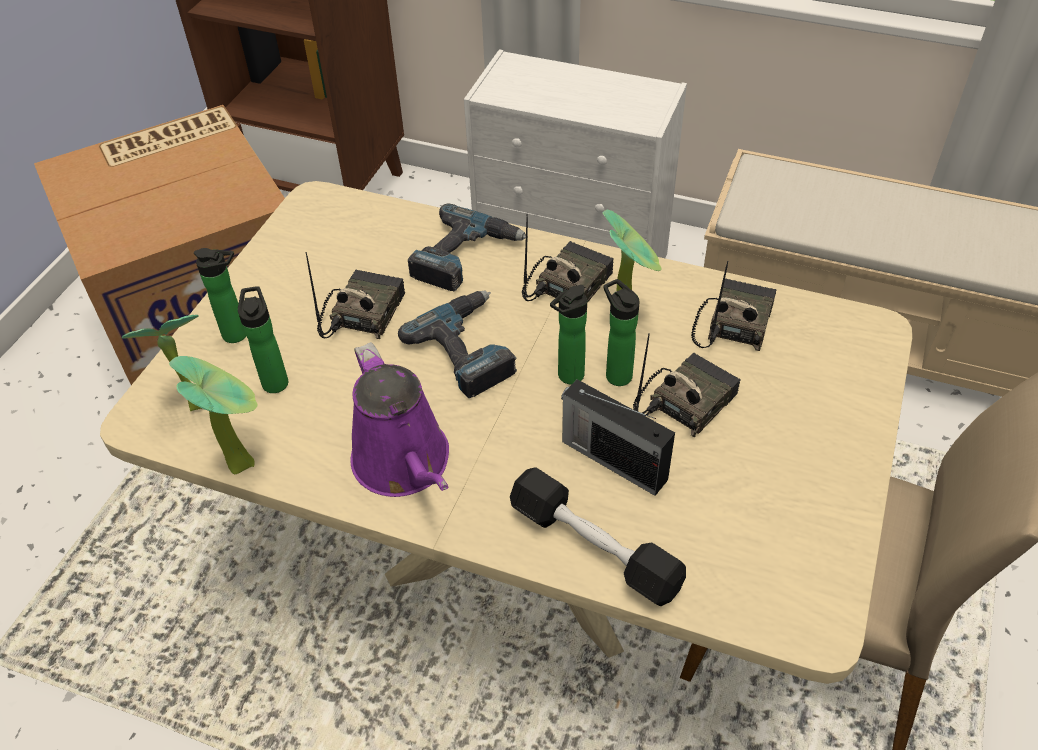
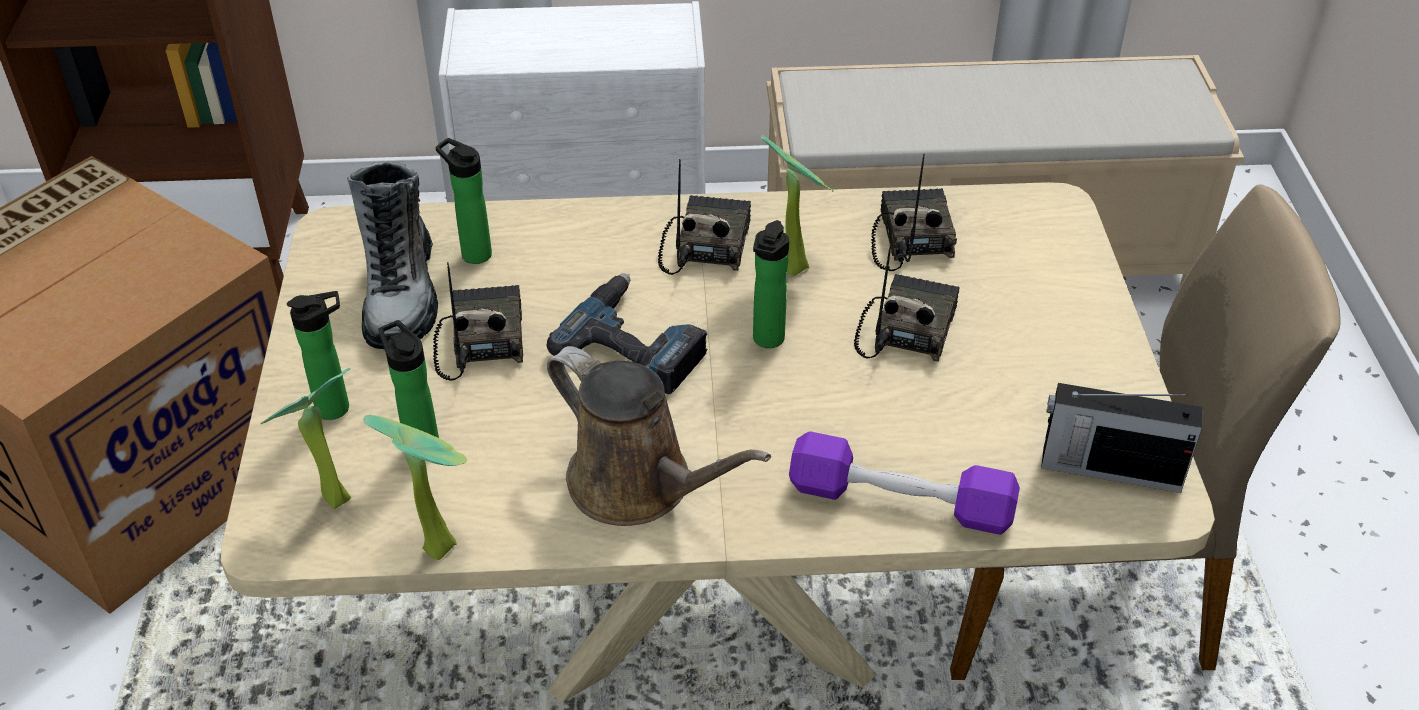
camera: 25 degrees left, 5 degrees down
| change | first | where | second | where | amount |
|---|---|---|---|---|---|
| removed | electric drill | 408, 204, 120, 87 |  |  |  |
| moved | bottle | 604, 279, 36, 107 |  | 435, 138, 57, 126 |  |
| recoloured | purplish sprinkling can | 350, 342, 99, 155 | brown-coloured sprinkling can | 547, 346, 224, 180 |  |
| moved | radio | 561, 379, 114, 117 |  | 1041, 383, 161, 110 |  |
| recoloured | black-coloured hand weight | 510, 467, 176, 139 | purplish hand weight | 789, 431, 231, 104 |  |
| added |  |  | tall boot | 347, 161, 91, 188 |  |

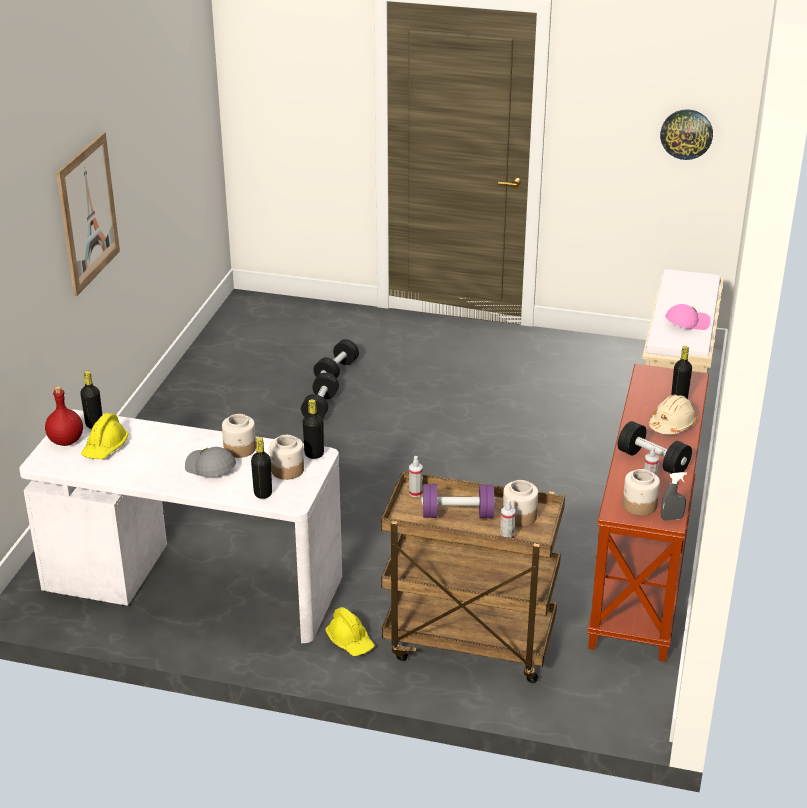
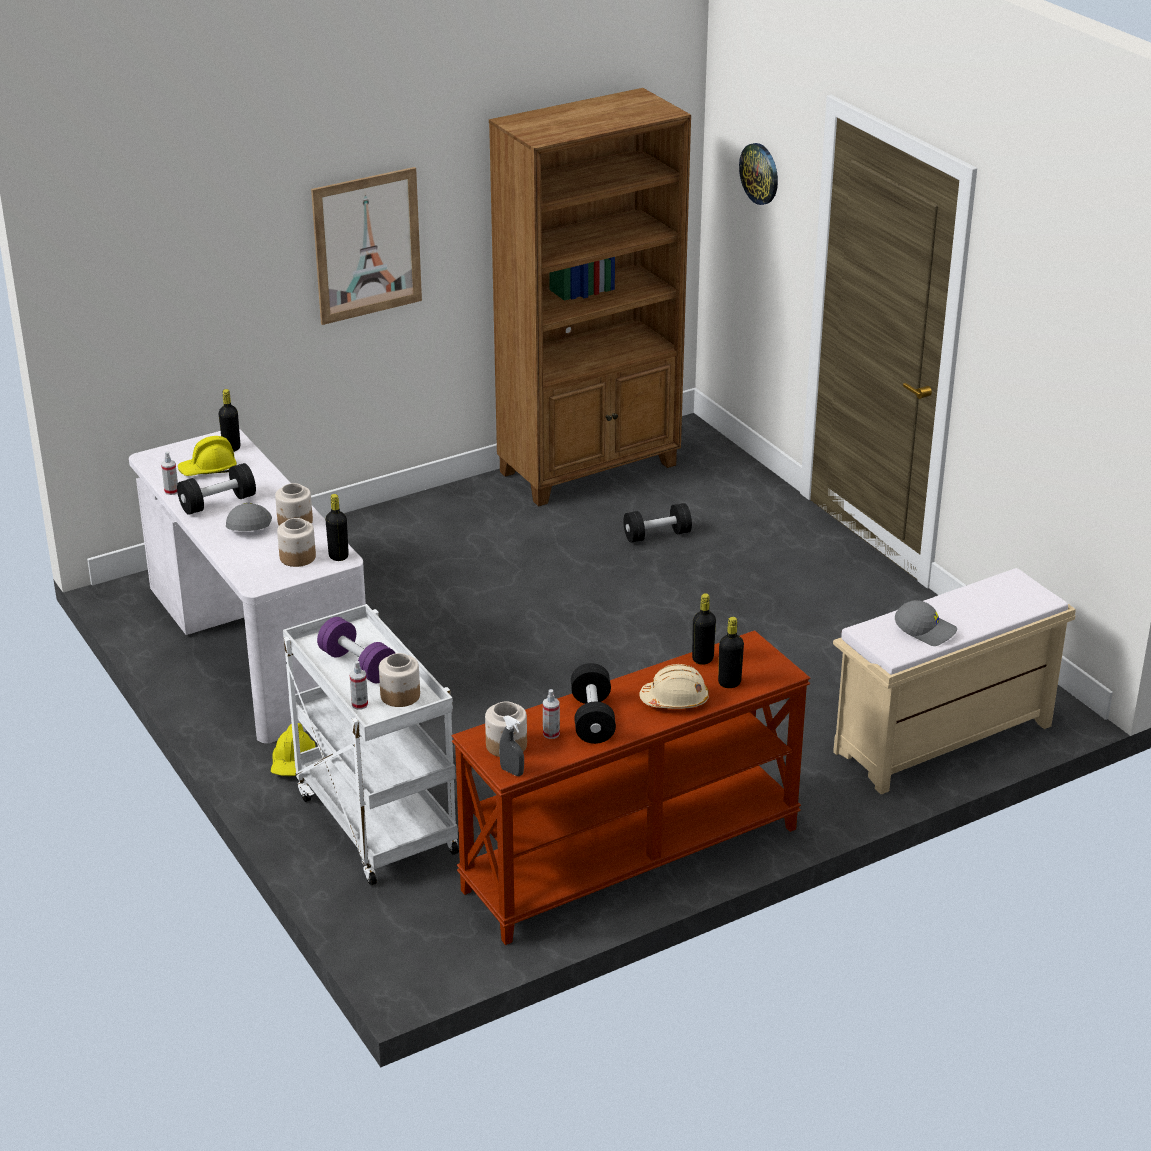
camera: 45 degrees right, 0 degrees up
| change | first | where | second | where | amount |
|---|---|---|---|---|---|
| moved | hanging clock | 660, 109, 53, 51 |  | 739, 143, 39, 62 |  |
| recoloured | pinkish baseball cap | 665, 304, 46, 26 | grey baseball cap | 895, 600, 62, 46 |  |
| moved | black-coloured hand weight | 301, 373, 38, 46 |  | 177, 463, 79, 52 |  |
| removed | reddish bottle | 45, 386, 38, 60 |  |  |  |
| moved | black-coloured bottle | 251, 437, 21, 62 |  | 692, 593, 24, 72 |  |
| moved | sprayer | 409, 456, 14, 41 |  | 161, 451, 17, 44 |  |
| recoloured | brown-coloured cart | 381, 471, 184, 212 | whitish cart | 283, 604, 176, 282 |  |
| added |  |  | brown-coloured bookshelf | 489, 88, 202, 418 |  |

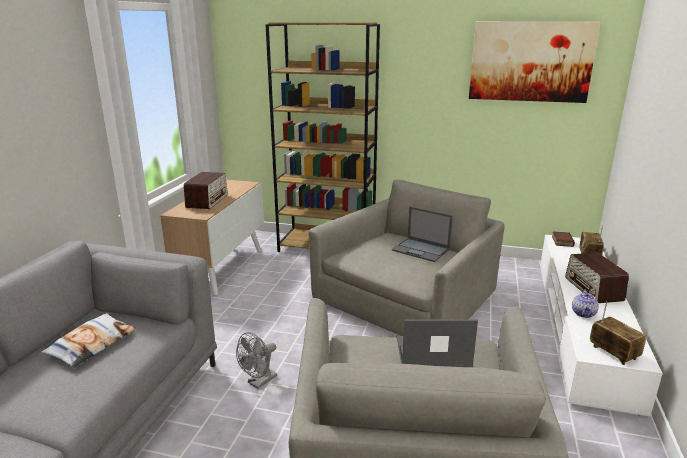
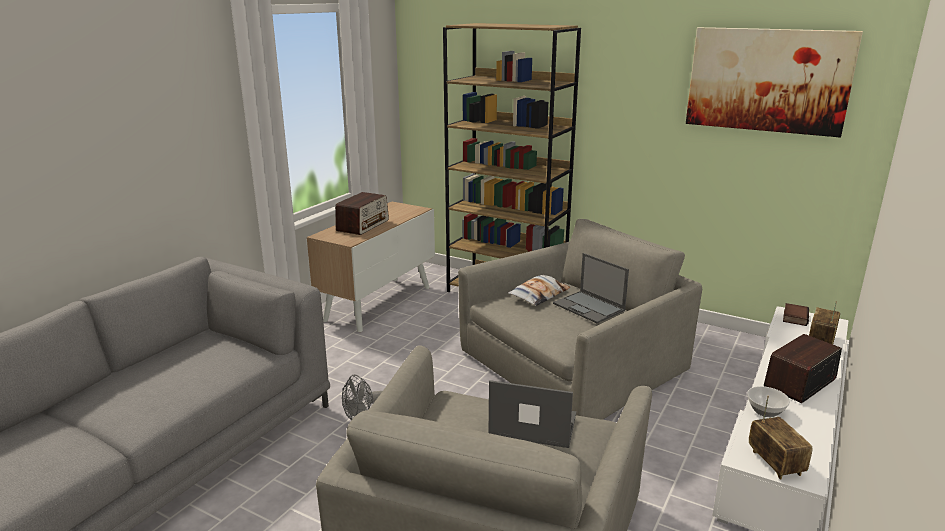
camera: 15 degrees right, 0 degrees up
| change | first | where | second | where | amount |
|---|---|---|---|---|---|
| turned | radio | 565, 253, 64, 50 |  | 764, 334, 78, 69 | 45 degrees clockwise |
| replaced | teapot | 572, 290, 27, 28 | serving bowl | 747, 386, 43, 31 |  |
| moved | throw pillow | 41, 313, 95, 55 |  | 508, 275, 62, 31 |  |

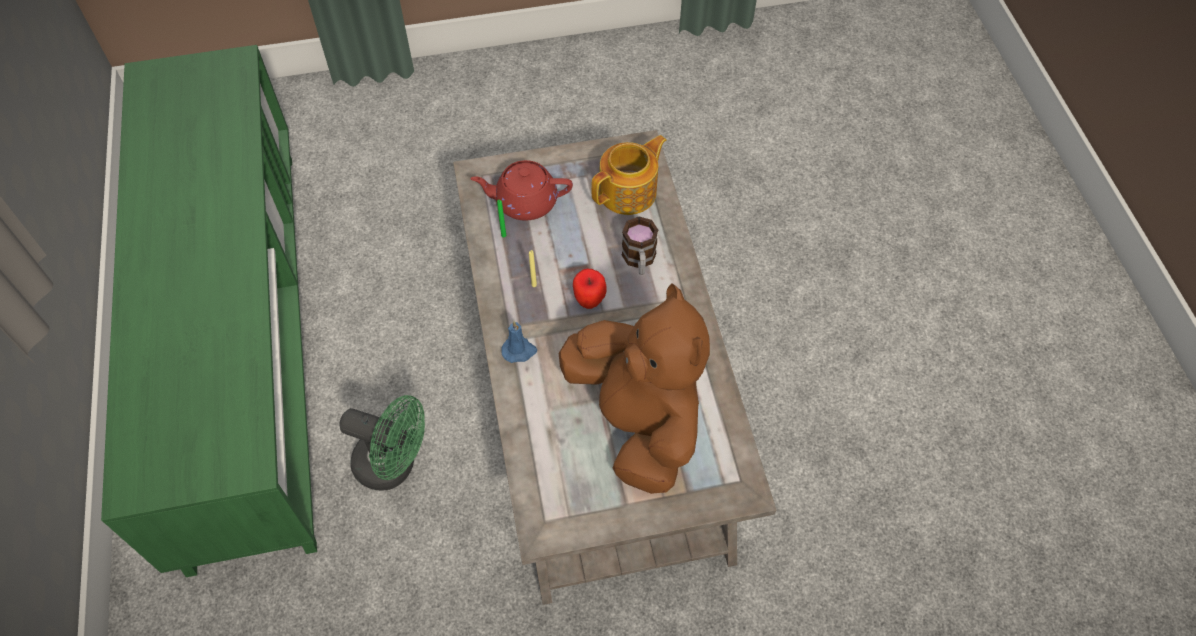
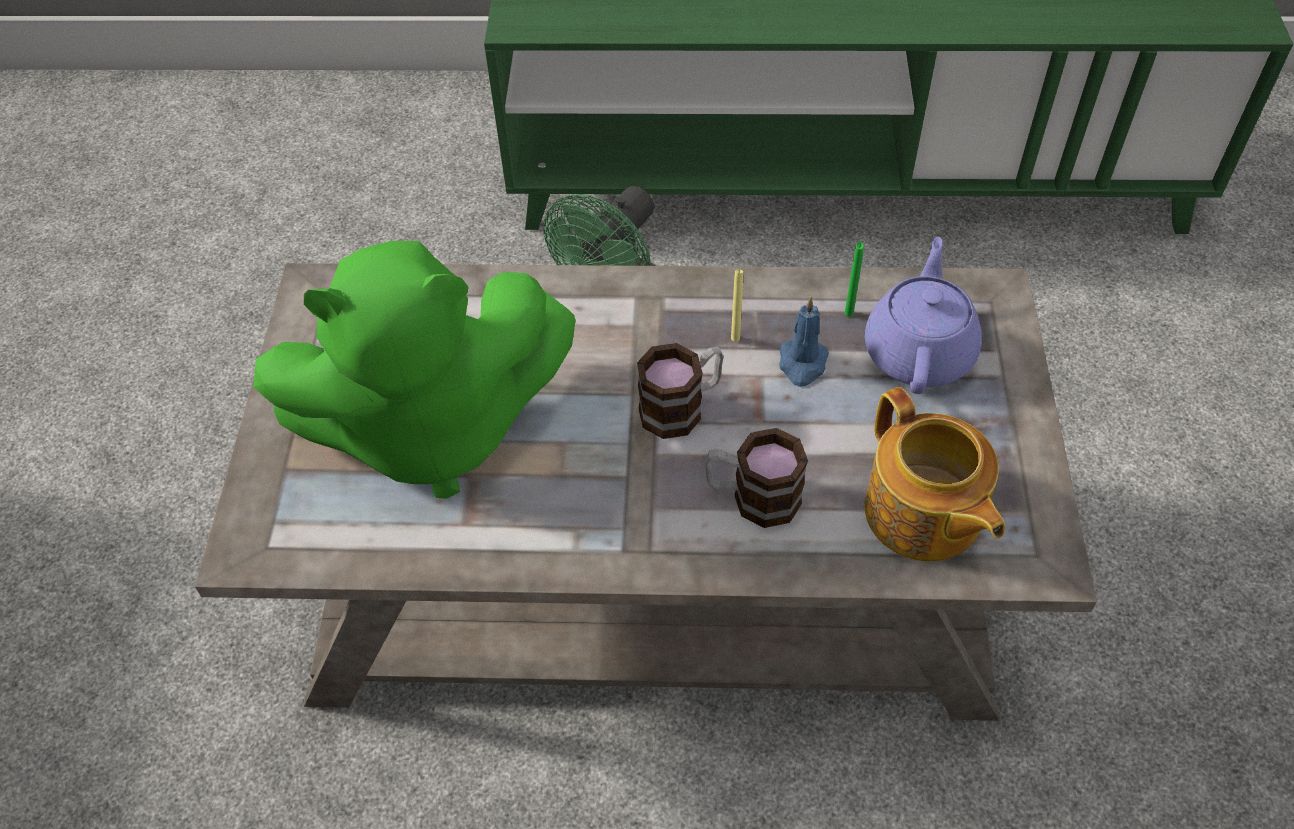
camera: 105 degrees right, 5 degrees down
| change | first | where | second | where | amount |
|---|---|---|---|---|---|
| recoloured | reddish teapot | 470, 160, 103, 61 | purplish teapot | 865, 237, 117, 157 |  |
| replaced | apple fruit | 573, 269, 34, 40 | tea mug | 637, 343, 87, 96 |  |
| recoloured | brown-coloured plush toy | 559, 283, 151, 211 | green-coloured plush toy | 254, 241, 322, 258 |  |
| moved | bluish wax light | 501, 321, 36, 42 |  | 779, 297, 50, 90 |  |

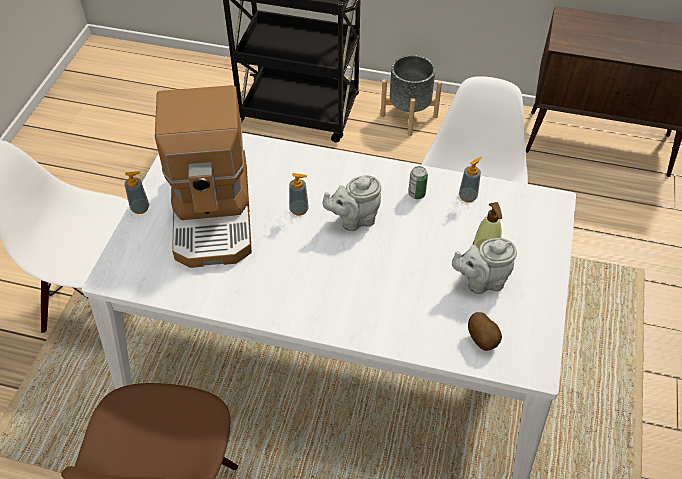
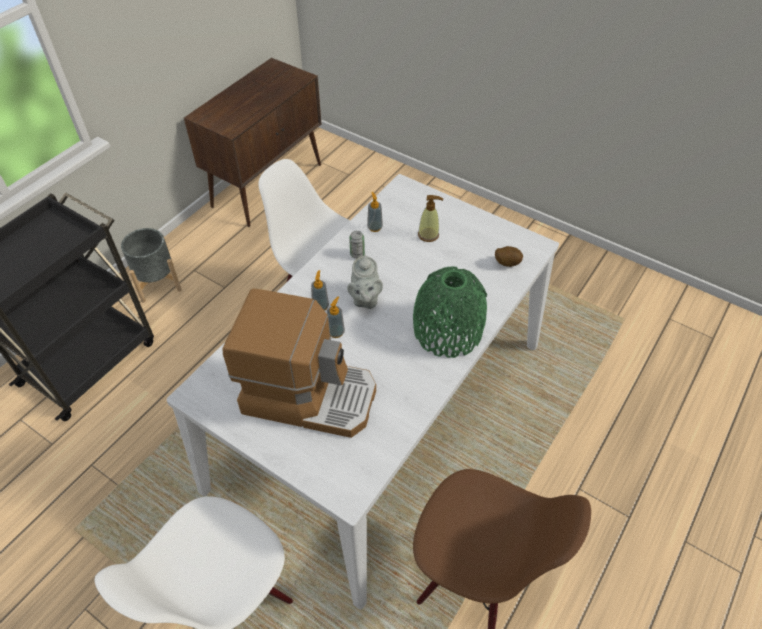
camera: 70 degrees left, 0 degrees up
| change | first | where | second | where | amount |
|---|---|---|---|---|---|
| moved | soap bottle | 124, 171, 25, 43 |  | 311, 270, 18, 41 |  |
| removed | grey teapot | 452, 238, 65, 56 |  |  |  |
| added |  |  | green-coloured flower vase | 413, 266, 74, 92 |  |

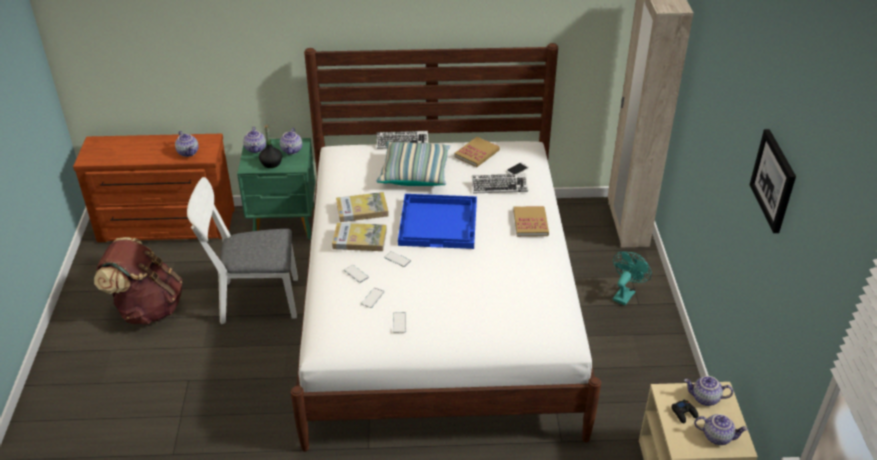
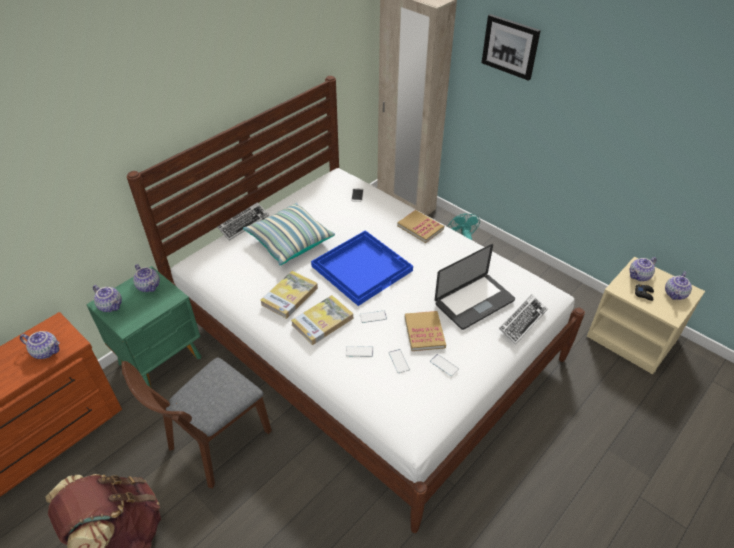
camera: 45 degrees left, 5 degrees up
| change | first | where | second | where | amount |
|---|---|---|---|---|---|
| removed | black-coloured bottle | 259, 125, 23, 43 |  |  |  |
| moved | wall art | 750, 129, 46, 104 |  | 482, 14, 59, 67 |  |
| moved | volume | 454, 137, 46, 30 |  | 405, 311, 41, 40 |  |
| moved | keyboard | 472, 174, 56, 20 |  | 499, 294, 48, 51 |  |
| recoloured | whitish upright chair | 187, 177, 111, 147 | brown-coloured upright chair | 122, 358, 150, 131 |  |
| turned | teapot | 694, 414, 54, 31 |  | 665, 272, 27, 28 | 150 degrees clockwise |
| added |  |  | notebook computer | 435, 244, 80, 86 |  |

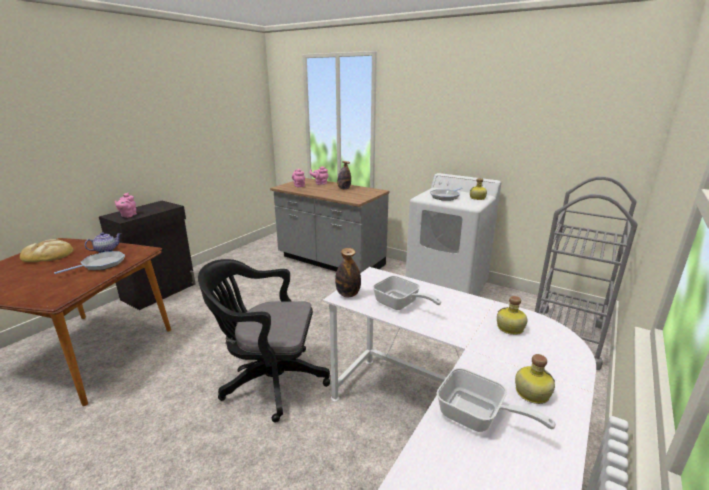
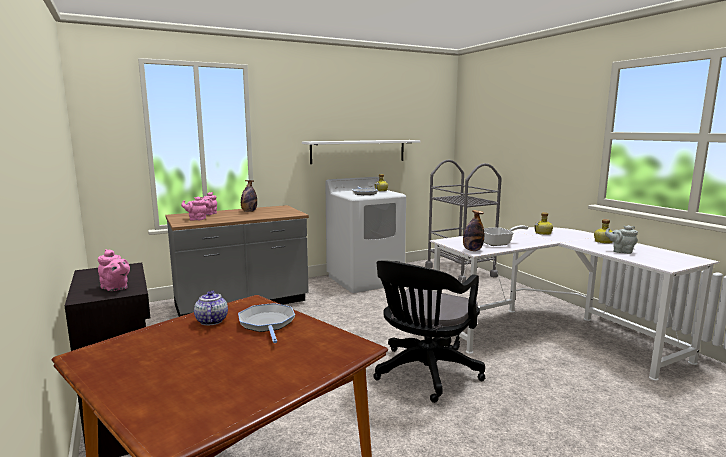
camera: 60 degrees left, 10 degrees down
| change | first | where | second | where | amount |
|---|---|---|---|---|---|
| removed | bread | 20, 239, 54, 23 |  |  |  |
| replaced | skillet | 436, 368, 120, 64 | grey teapot | 605, 225, 33, 29 |  |
| added |  |  | whitish bracket shelf | 302, 140, 118, 24 |  |

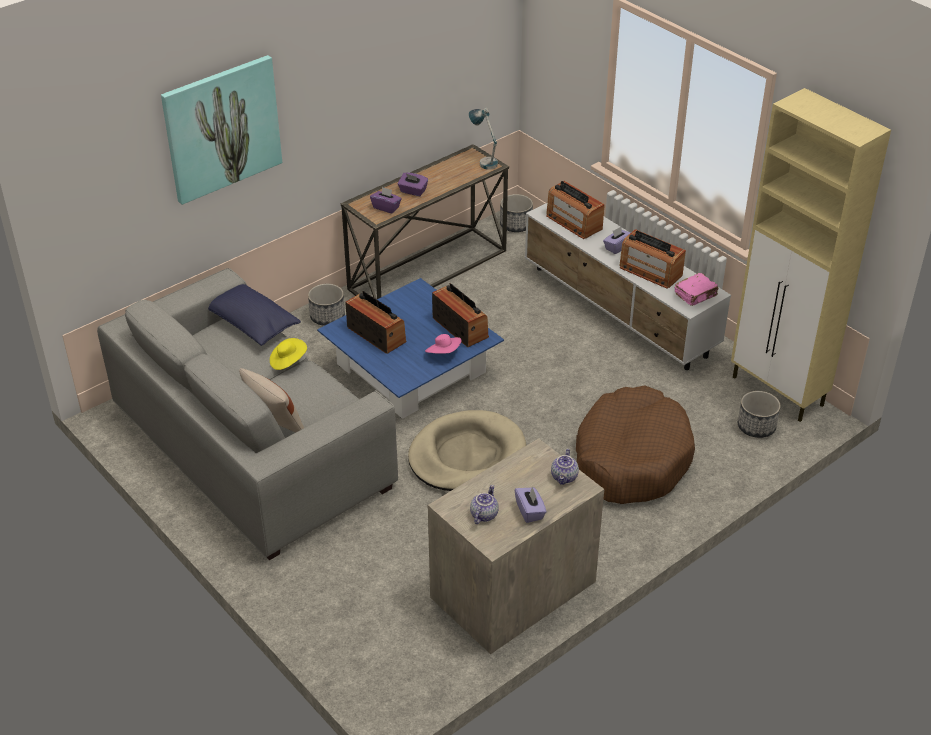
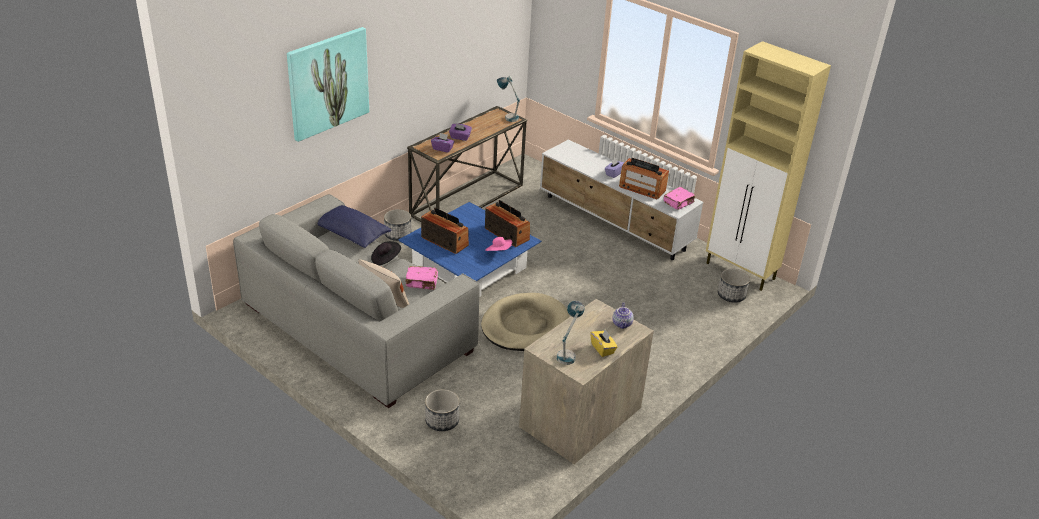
camera: 10 degrees left, 5 degrees down
| change | first | where | second | where | amount |
|---|---|---|---|---|---|
| removed | radio | 546, 181, 59, 58 |  |  |  |
| moved | planter | 500, 194, 33, 38 |  | 425, 389, 35, 42 |  |
| recoloured | yellowish hat | 270, 338, 37, 32 | black-coloured hat | 371, 241, 30, 24 |  |
| removed | brown-coloured dog cushion | 576, 385, 119, 119 |  |  |  |
| replaced | teapot | 470, 485, 29, 39 | table lamp | 557, 301, 27, 64 |  |
| recoloured | purplish tissue holder | 515, 486, 31, 37 | yellowish tissue holder | 590, 329, 27, 28 |  |
| added |  |  | pinkish volume | 405, 266, 33, 24 |  |

